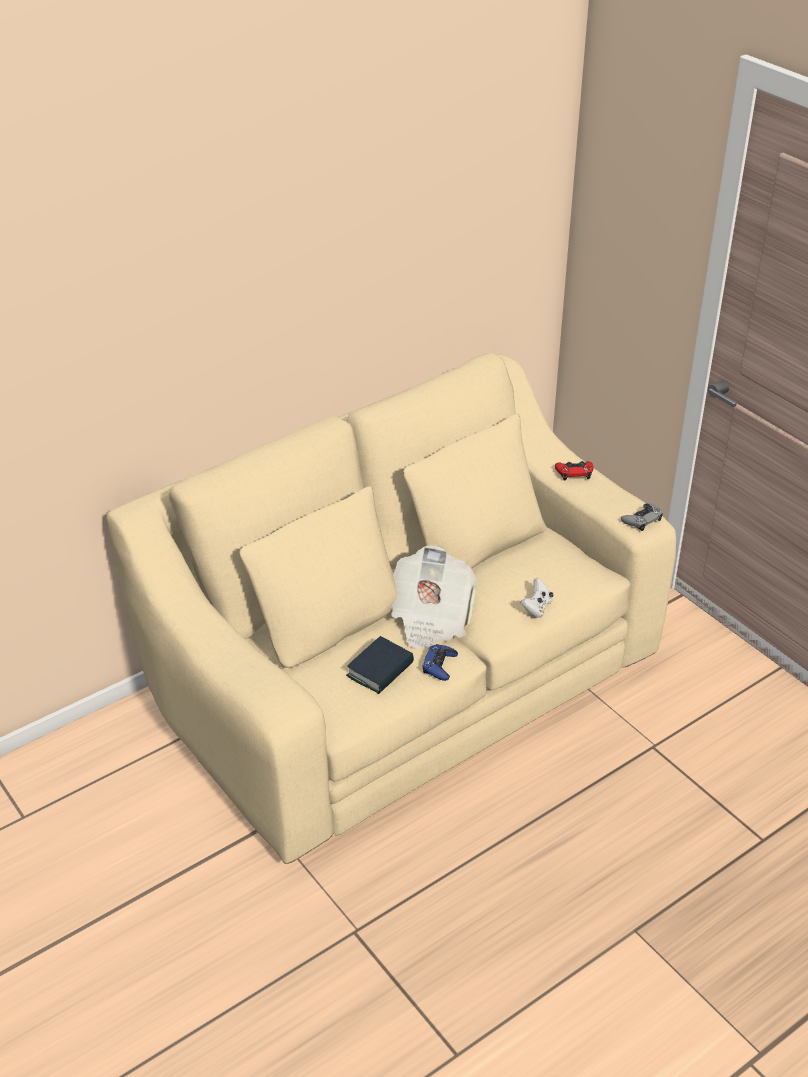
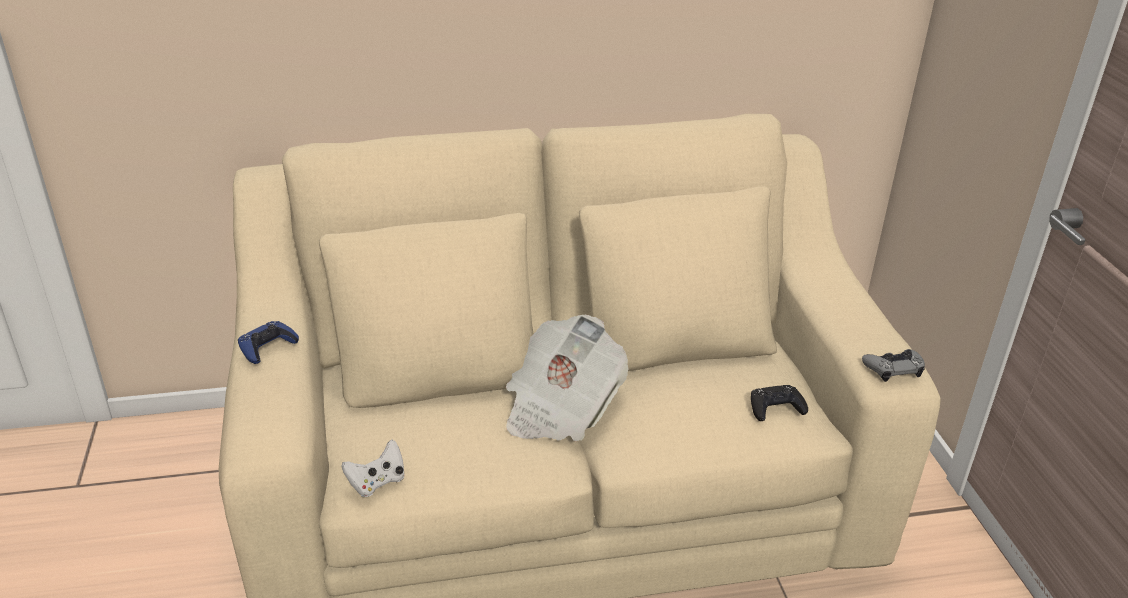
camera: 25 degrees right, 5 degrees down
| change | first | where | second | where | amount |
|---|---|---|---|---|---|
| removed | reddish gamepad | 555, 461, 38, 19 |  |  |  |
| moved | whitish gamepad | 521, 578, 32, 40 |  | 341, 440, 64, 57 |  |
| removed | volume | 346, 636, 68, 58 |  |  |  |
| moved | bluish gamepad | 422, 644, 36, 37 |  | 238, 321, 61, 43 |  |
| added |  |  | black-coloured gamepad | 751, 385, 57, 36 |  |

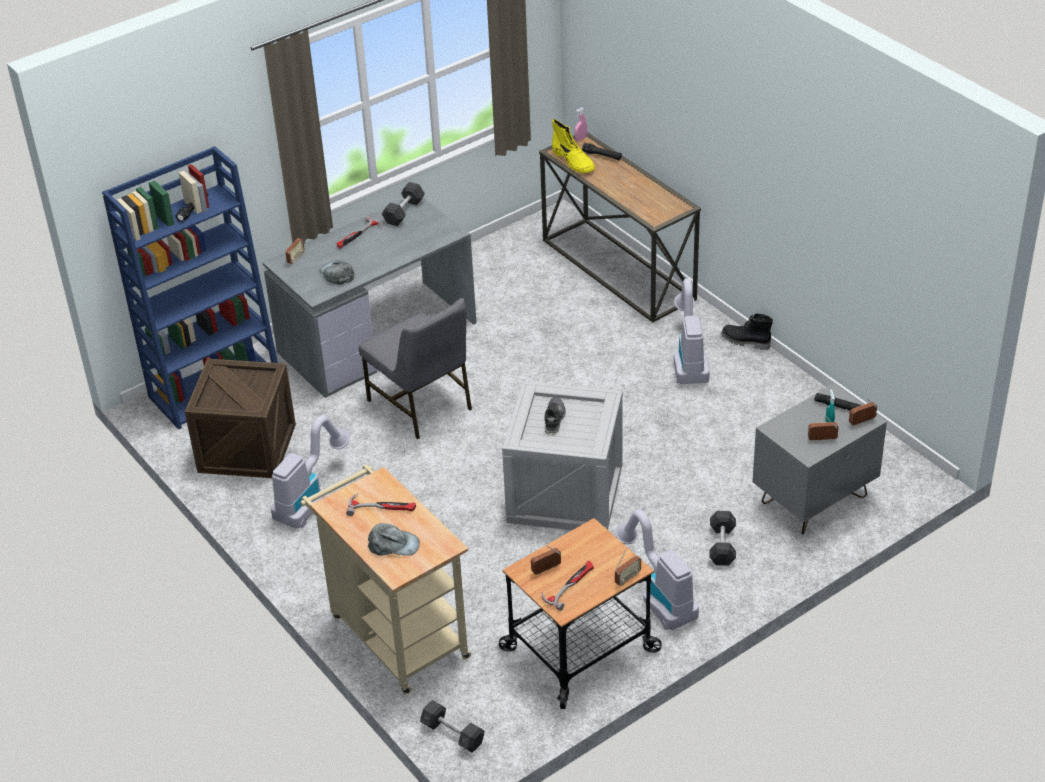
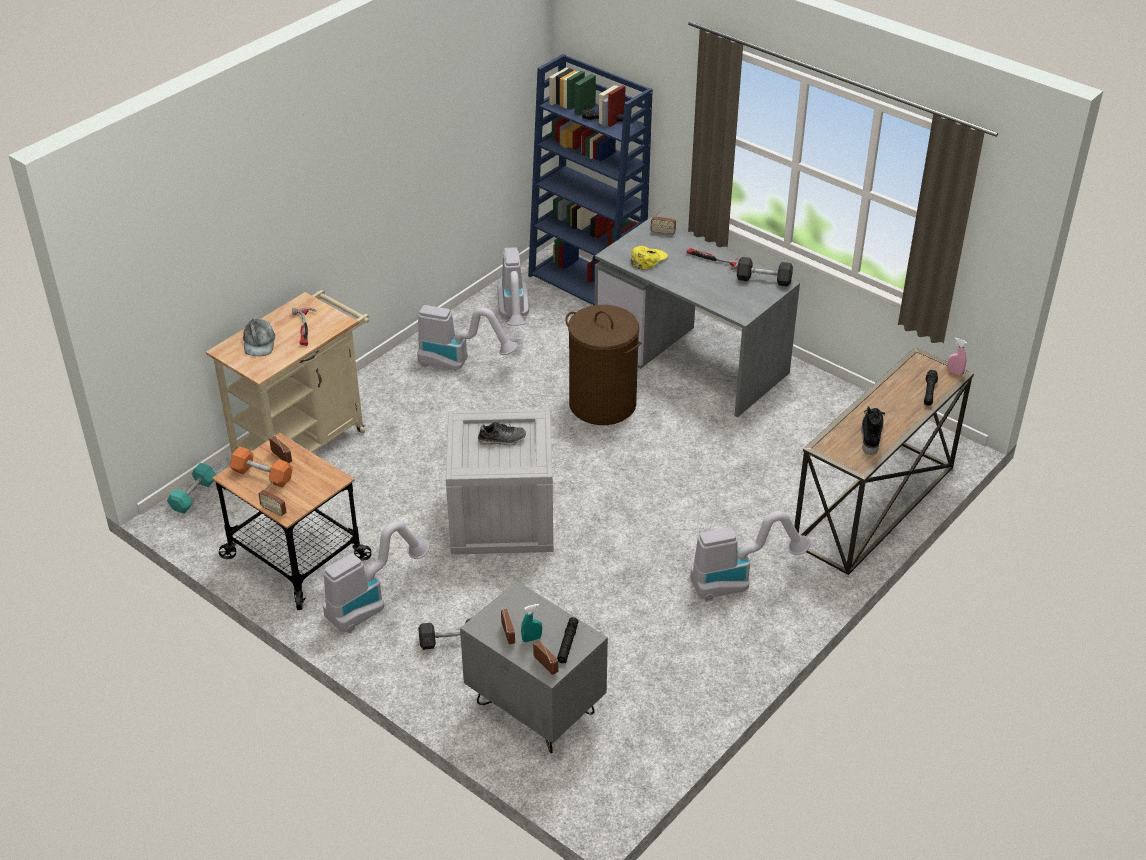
camera: 75 degrees right, 0 degrees up
| change | first | where | second | where | amount |
|---|---|---|---|---|---|
| removed | yellowish tall boot | 552, 119, 43, 54 |  |  |  |
| recoloured | grey baseball cap | 320, 260, 34, 25 | yellowish baseball cap | 631, 246, 37, 23 |  |
| replaced | grey upright chair | 359, 298, 113, 141 | brown-coloured laundry basket | 566, 305, 75, 120 |  |
| moved | black-coloured tall boot | 721, 314, 52, 36 |  | 861, 406, 24, 49 |  |
| replaced | shipping crate | 185, 358, 111, 120 | hoover | 497, 247, 32, 79 |  |
| replaced | tool hammer | 542, 561, 52, 50 | orange-coloured hand weight | 230, 446, 62, 42 |  |
| recoloured | grey hand weight | 420, 700, 64, 52 | turquoise hand weight | 167, 463, 49, 51 |  |

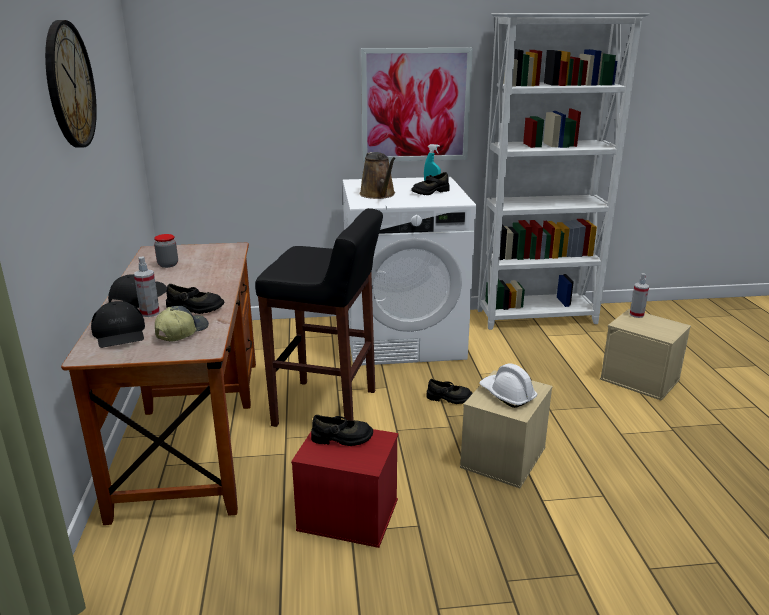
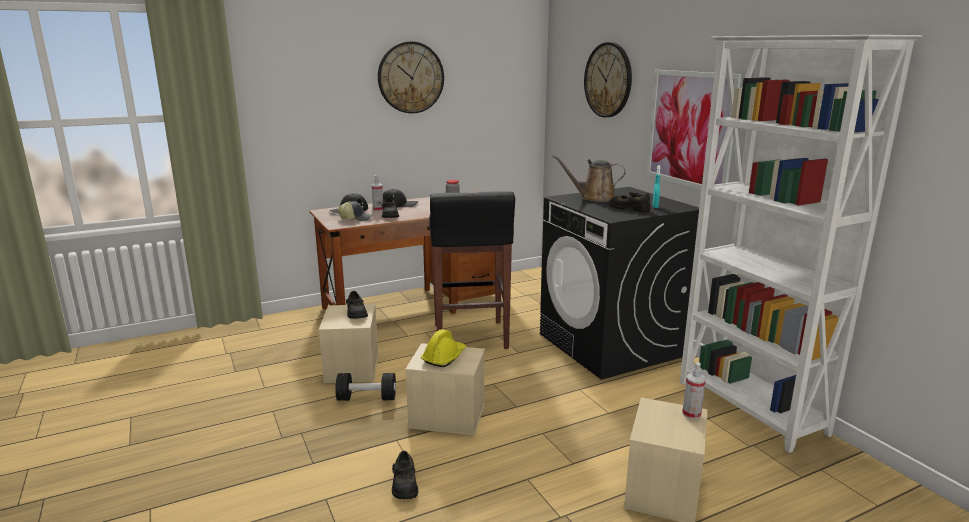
camera: 70 degrees right, 5 degrees down
| change | first | where | second | where | amount |
|---|---|---|---|---|---|
| turned | brown-coloured sprinkling can | 360, 152, 36, 47 |  | 552, 155, 74, 47 | 45 degrees clockwise |
| recoloured | whitish laundry machine | 343, 177, 133, 188 | black-coloured laundry machine | 540, 187, 159, 193 |  |
| recoloured | whitish hard hat | 479, 364, 58, 44 | yellowish hard hat | 421, 329, 45, 38 |  |
| moved | black-coloured low shoe | 426, 379, 47, 25 |  | 392, 451, 26, 48 |  |
| recoloured | reddish storage container | 291, 429, 107, 119 | sand-coloured storage container | 319, 304, 59, 79 |  |
| added |  |  | hanging clock | 584, 42, 48, 75 |  |
| added |  |  | black-coloured hand weight | 335, 373, 61, 28 |  |

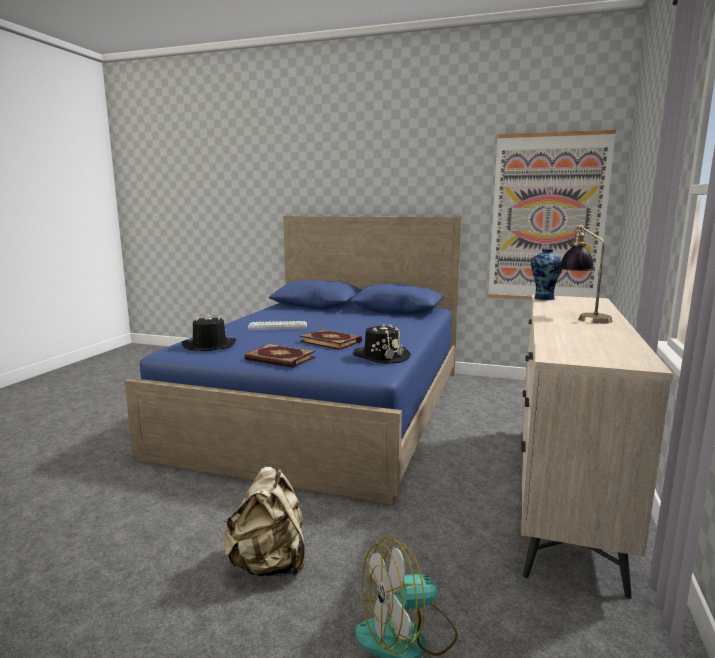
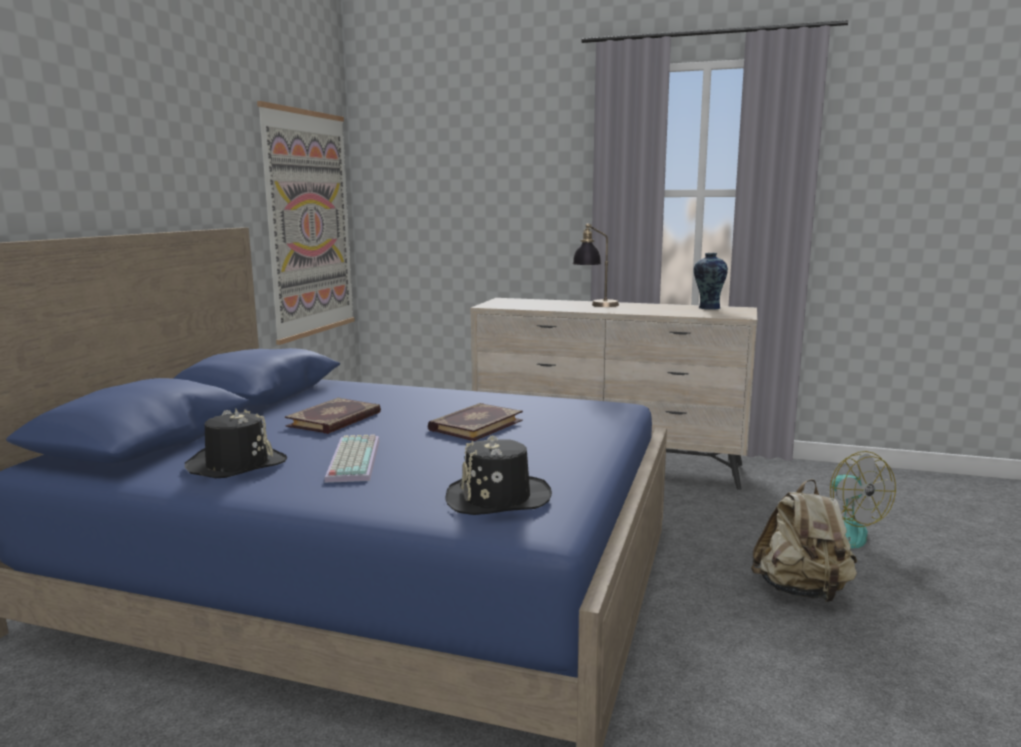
camera: 90 degrees left, 0 degrees up
| change | first | where | second | where | amount |
|---|---|---|---|---|---|
| moved | flower vase | 531, 249, 31, 51 |  | 694, 253, 34, 57 |  |
| moved | black-coloured hat | 353, 323, 58, 41 |  | 185, 409, 102, 69 |  |
| moved | volume | 244, 344, 71, 24 |  | 285, 398, 96, 36 |  |

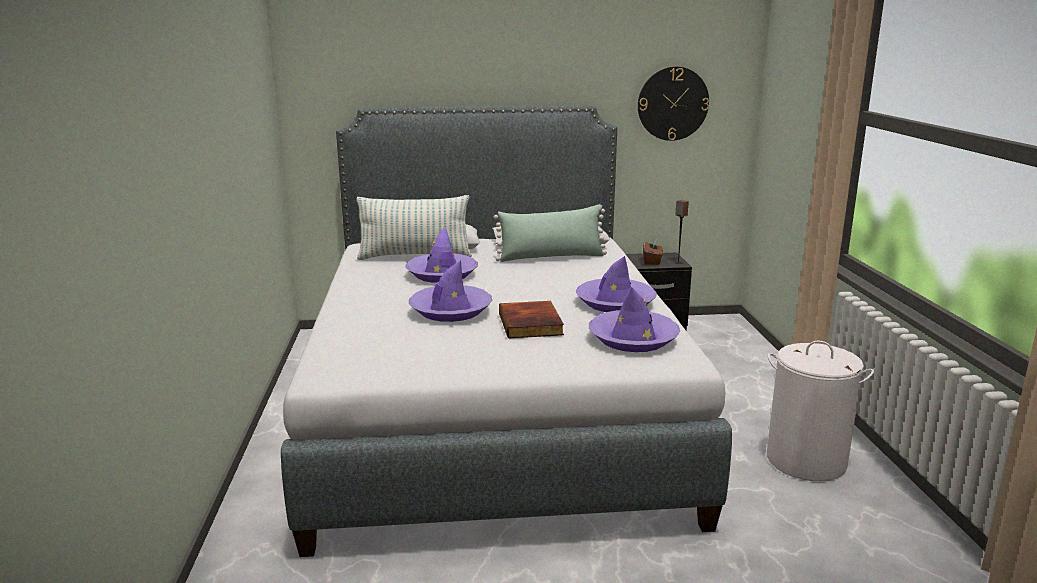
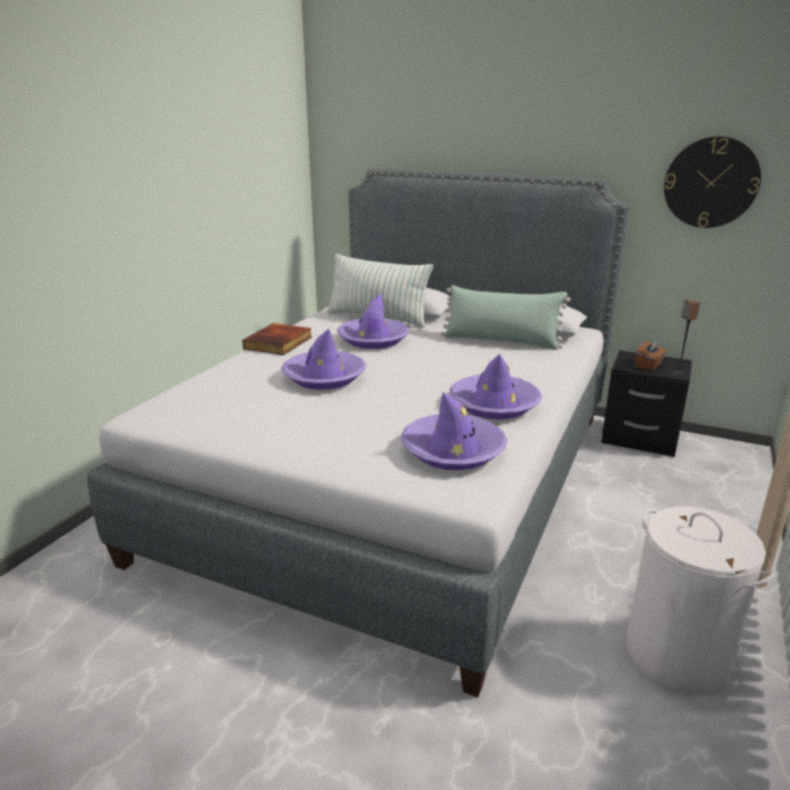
camera: 30 degrees right, 5 degrees up
| change | first | where | second | where | amount |
|---|---|---|---|---|---|
| moved | volume | 499, 301, 65, 38 |  | 242, 323, 70, 32 |  |

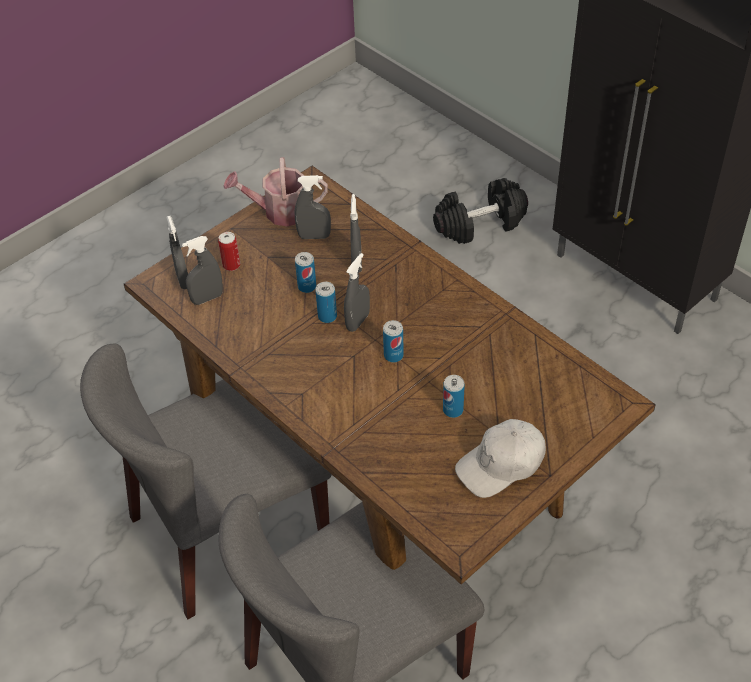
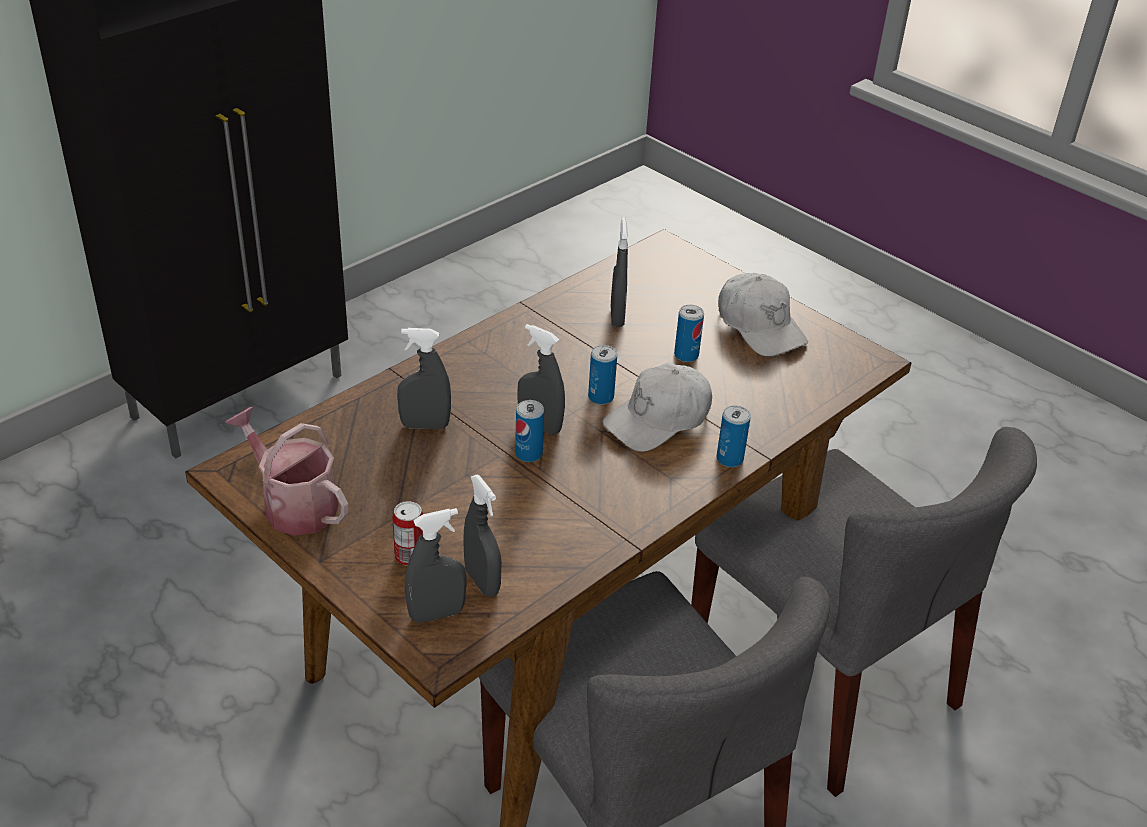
camera: 95 degrees left, 10 degrees down
| change | first | where | second | where | amount |
|---|---|---|---|---|---|
| turned | sprinkling can | 223, 157, 105, 70 |  | 225, 407, 123, 129 | 135 degrees clockwise |
| moved | grey sprayer | 295, 175, 36, 64 |  | 611, 217, 17, 110 |  |
| removed | black-coloured hand weight | 433, 178, 95, 66 |  |  |  |
| moved | can | 295, 252, 21, 41 |  | 716, 405, 35, 62 |  |
| added |  |  | whitish baseball cap | 602, 363, 110, 89 |  |

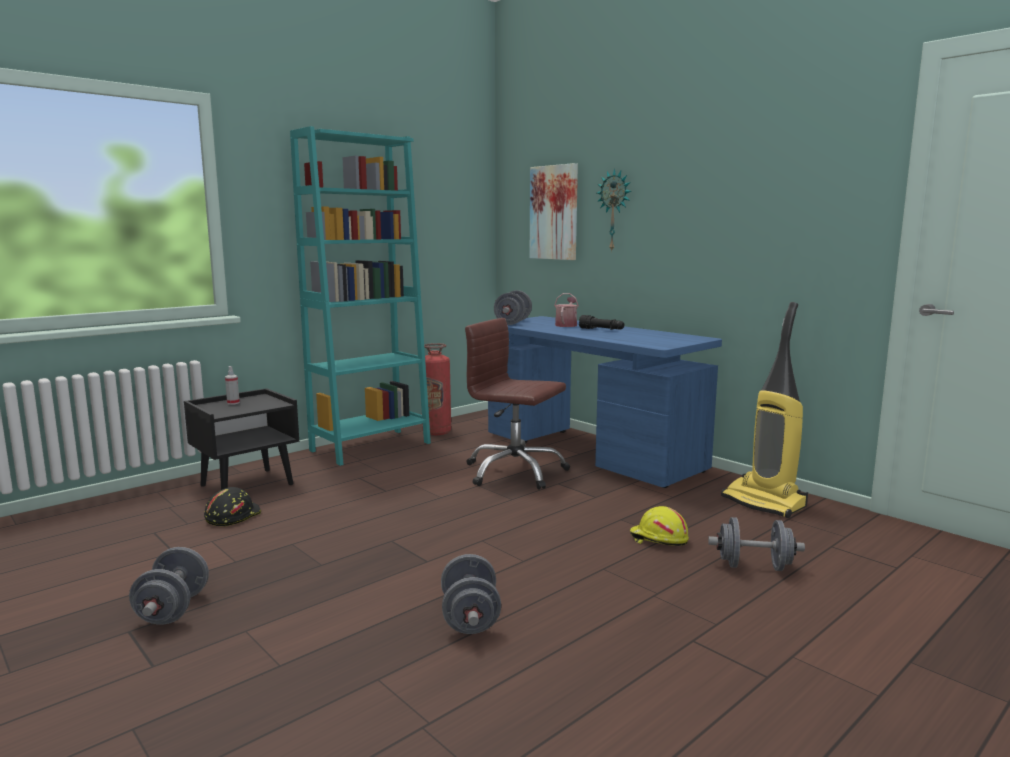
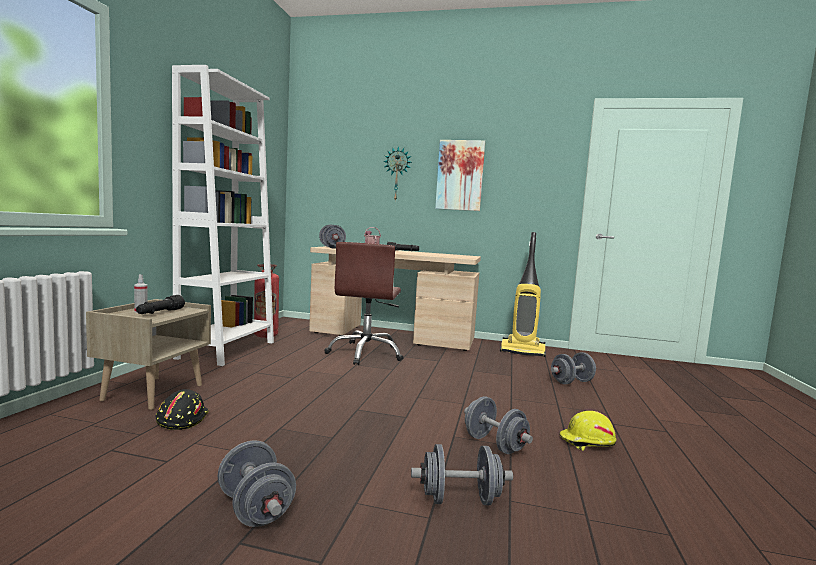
camera: 35 degrees left, 5 degrees down
| change | first | where | second | where | amount |
|---|---|---|---|---|---|
| recoloured | turquoise bookshelf | 290, 126, 141, 340 | whitish bookshelf | 172, 65, 102, 301 |  |
| moved | wall art | 530, 163, 48, 97 |  | 435, 140, 50, 71 |  |
| recoloured | bluish desk unit | 488, 316, 234, 172 | sand-coloured desk unit | 309, 246, 172, 105 |  |
| turned | brown-coloured computer chair | 465, 318, 105, 172 |  | 324, 242, 80, 123 | 75 degrees counterclockwise |
| recoloured | black-coloured bedside table | 184, 388, 115, 102 | sand-coloured bedside table | 86, 299, 125, 111 |  |
| moved | yellowish hard hat | 630, 506, 59, 40 |  | 559, 411, 58, 39 |  |
| added |  |  | black-coloured flashlight | 136, 295, 49, 19 |  |
| added |  |  | grey hand weight | 411, 444, 102, 61 |  |

